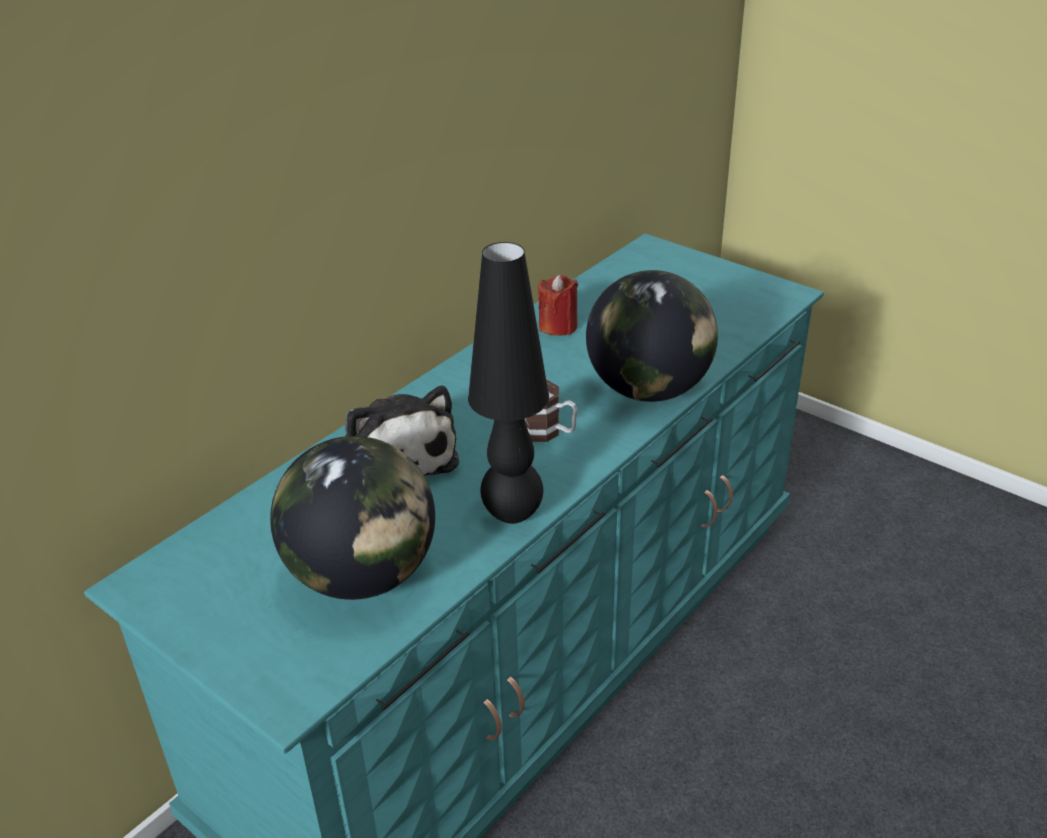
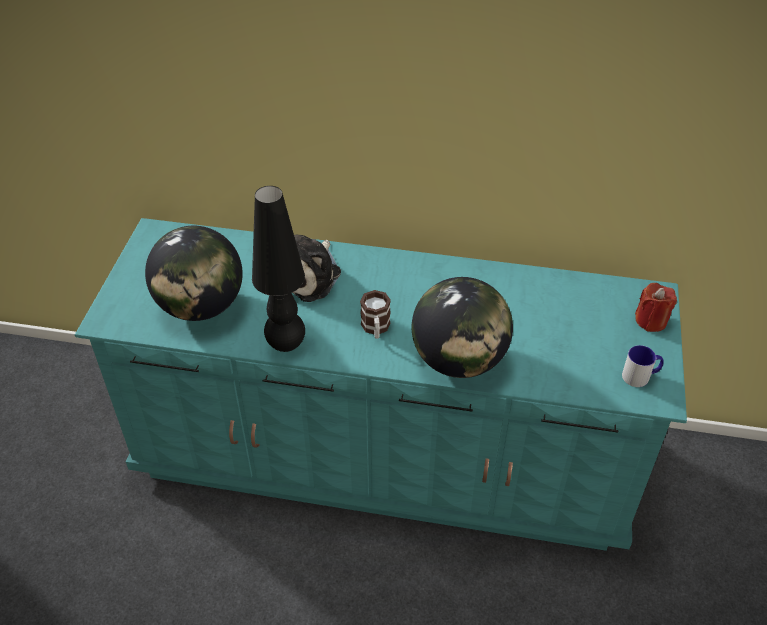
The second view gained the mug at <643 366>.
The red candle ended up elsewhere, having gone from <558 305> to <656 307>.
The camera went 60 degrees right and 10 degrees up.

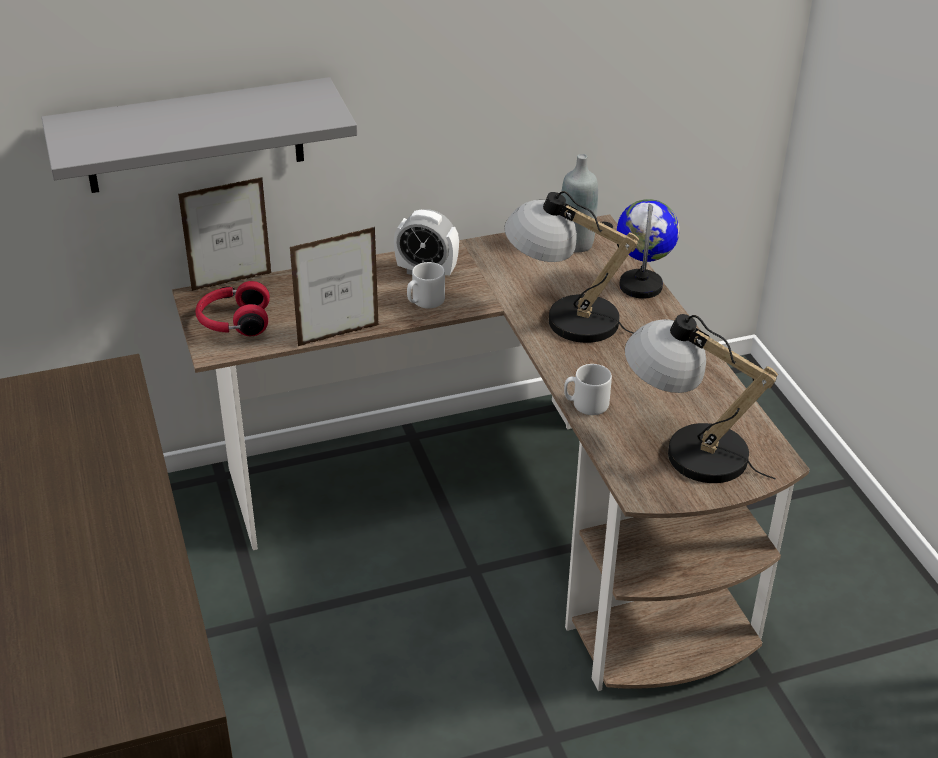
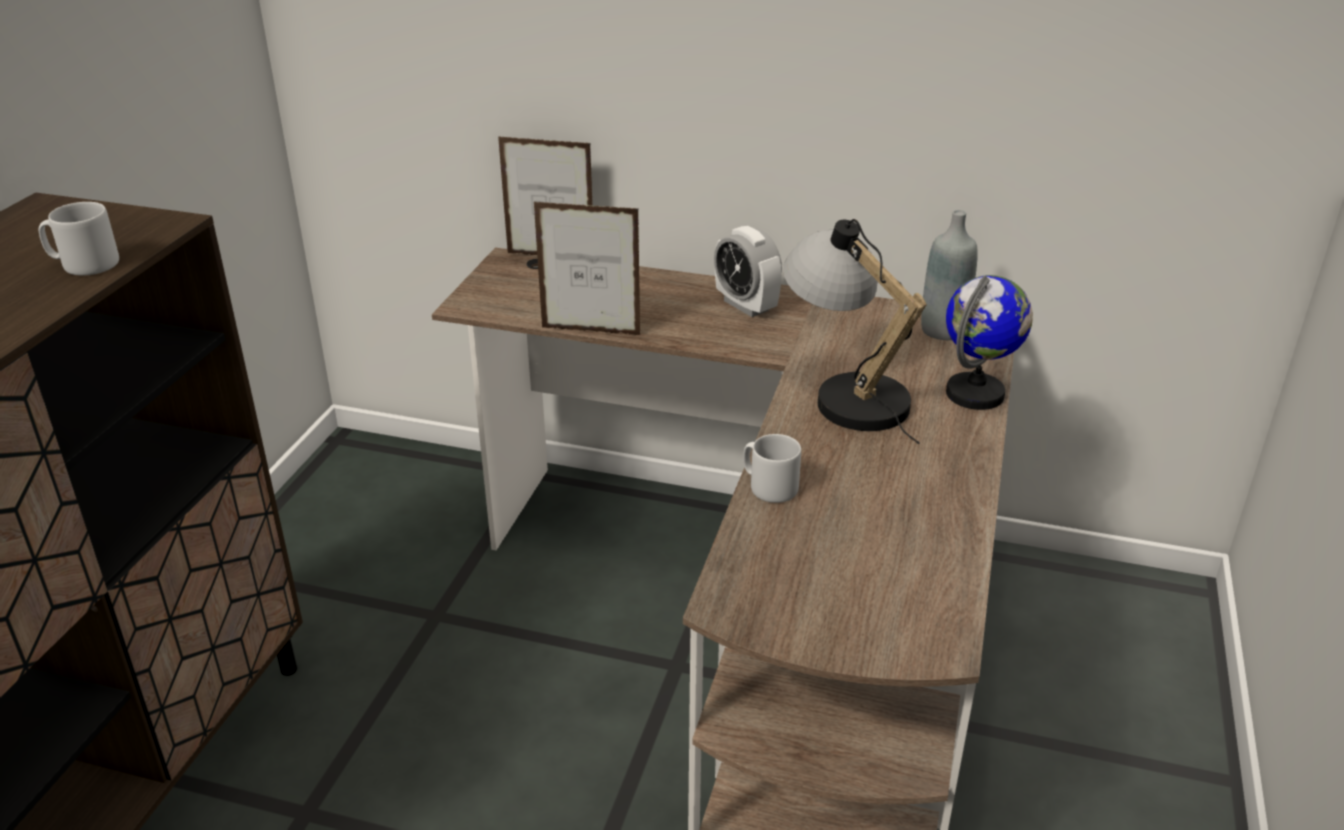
The grey mug ended up elsewhere, having gone from <426 285> to <79 239>.
The second view lost the grey shelf at <199 135>.
The second view lost the red headphones at <233 308>.
The second view lost the table lamp at <701 398>.
The camera went 35 degrees right and 5 degrees down.

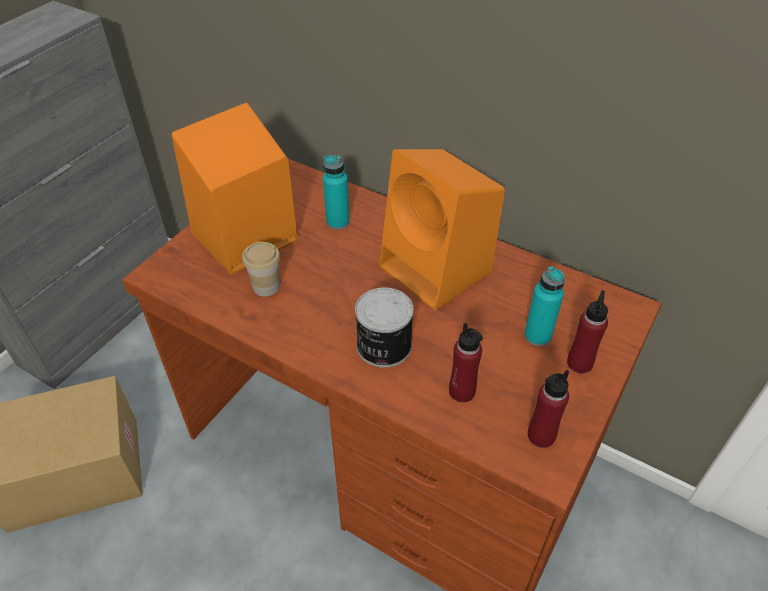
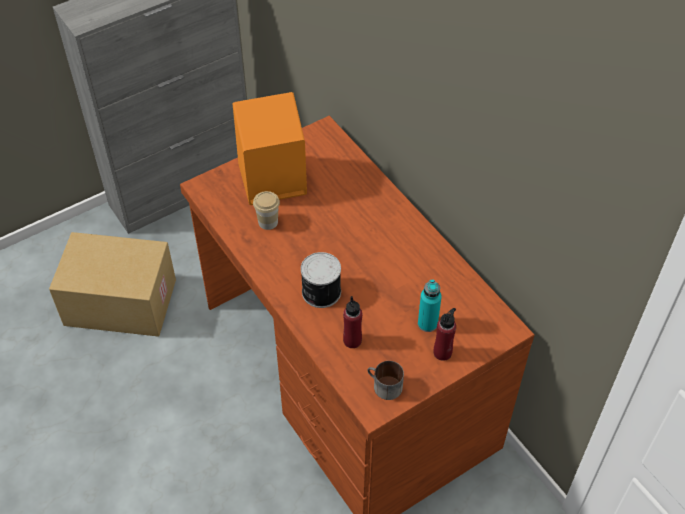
Where the red bottle stood at <548 409>, the mug came to stand at <385 380>.
The second view lost the turquoise bottle at <336 192>.
The second view lost the orange speaker at <442 230>.
The camera went 25 degrees right and 5 degrees up.

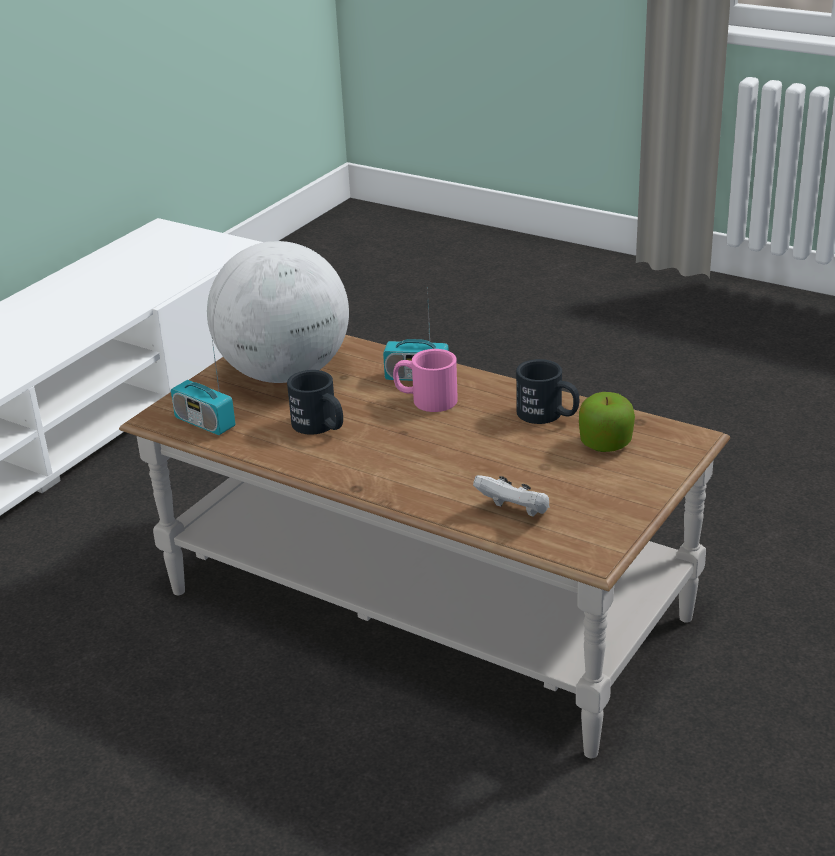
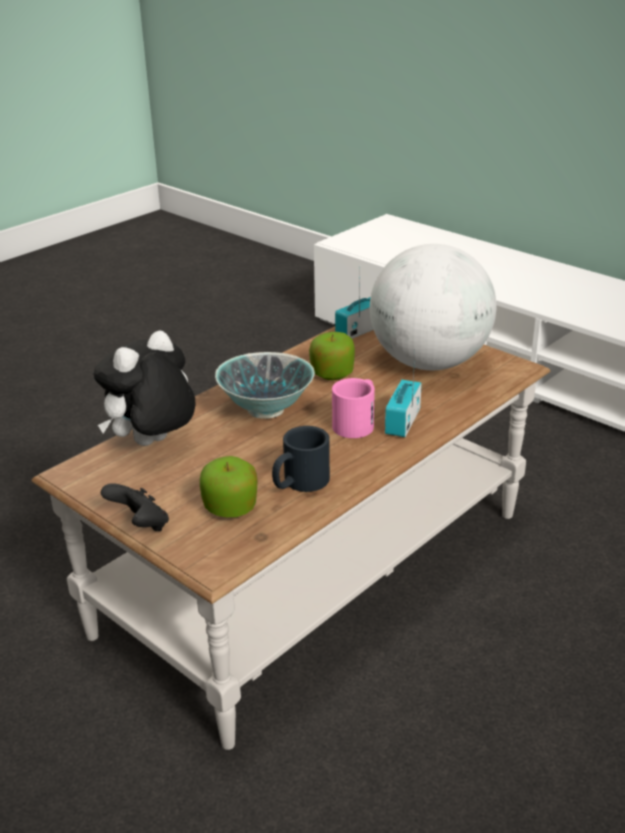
Where the white game controller stood at <511 496>, the plush toy came to stand at <144 388>.
The second view gained the black game controller at <135 507>.
The second view gained the bowl at <265 385>.
Where the black mug stood at <315 402>, the apple came to stand at <332 356>.
The camera went 100 degrees right and 0 degrees up.

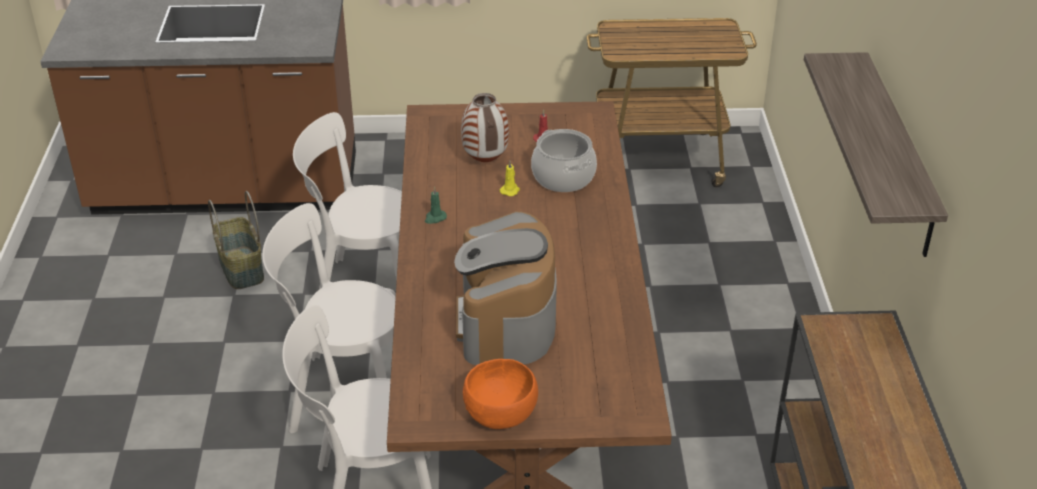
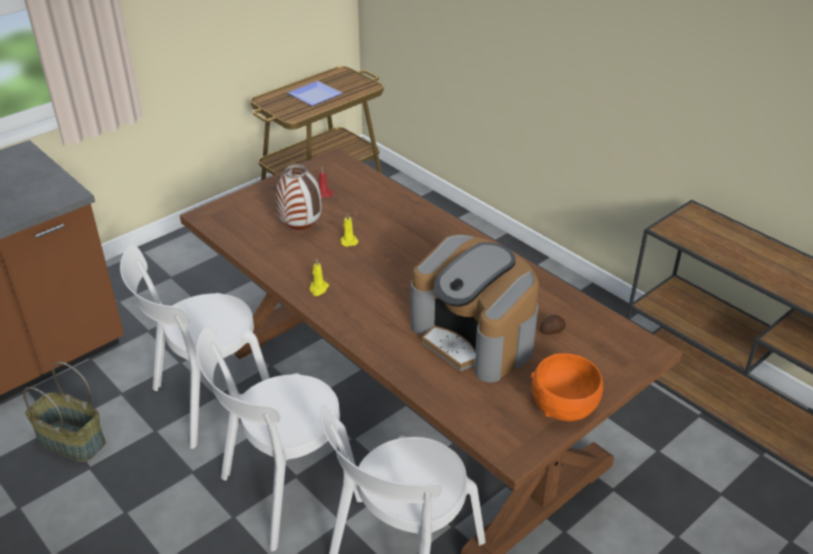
The second view gained the plate at <315 93>.
What was the green candle at <436 205> turned into the yellow candle at <319 277>.
The second view gained the potato at <553 324>.
The second view lost the cooking pot at <564 160>.
The second view lost the shelf at <876 154>.
The camera went 40 degrees left and 0 degrees up.

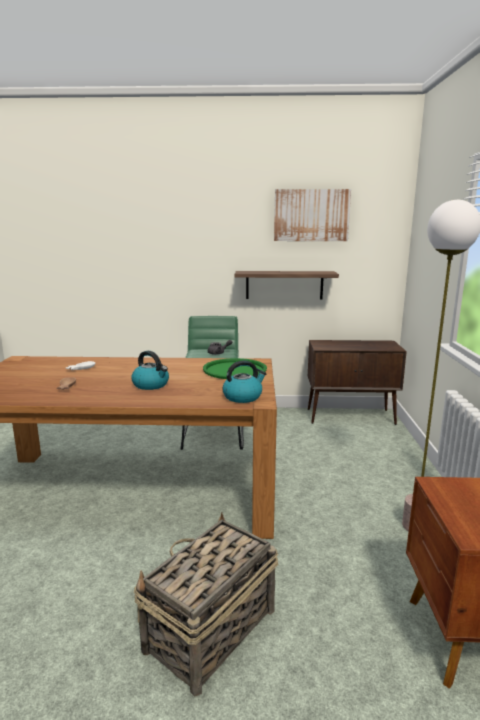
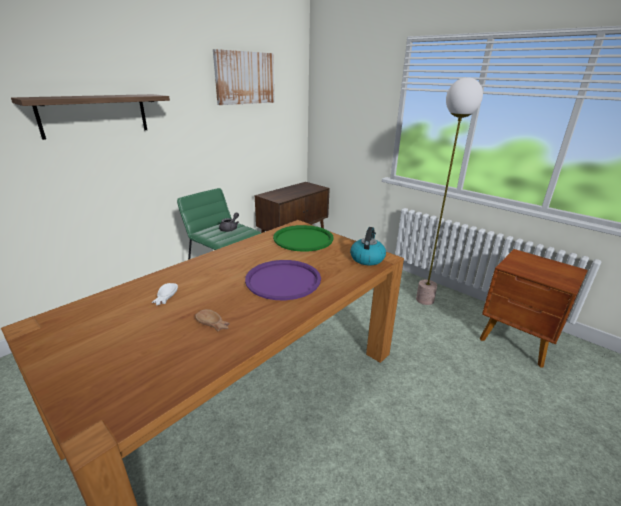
The shelf ended up elsewhere, having gone from <287 285> to <90 117>.
Where the kettle stood at <150 370>, the purple tray came to stand at <283 280>.
The second view lost the basket at <206 604>.
The camera went 50 degrees left and 10 degrees up.

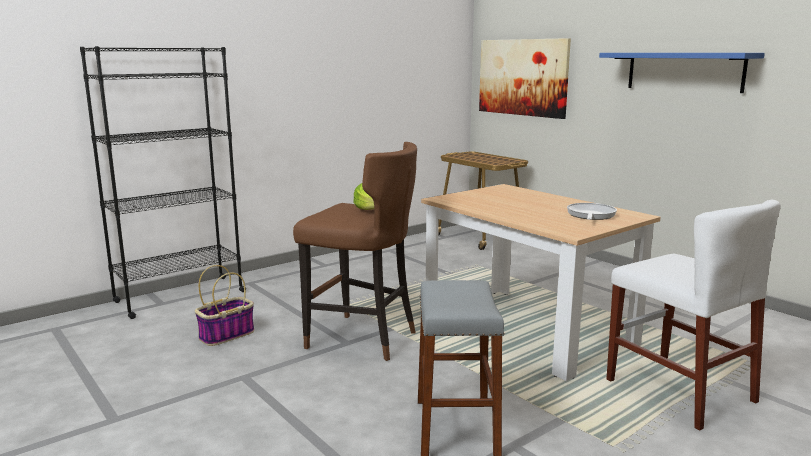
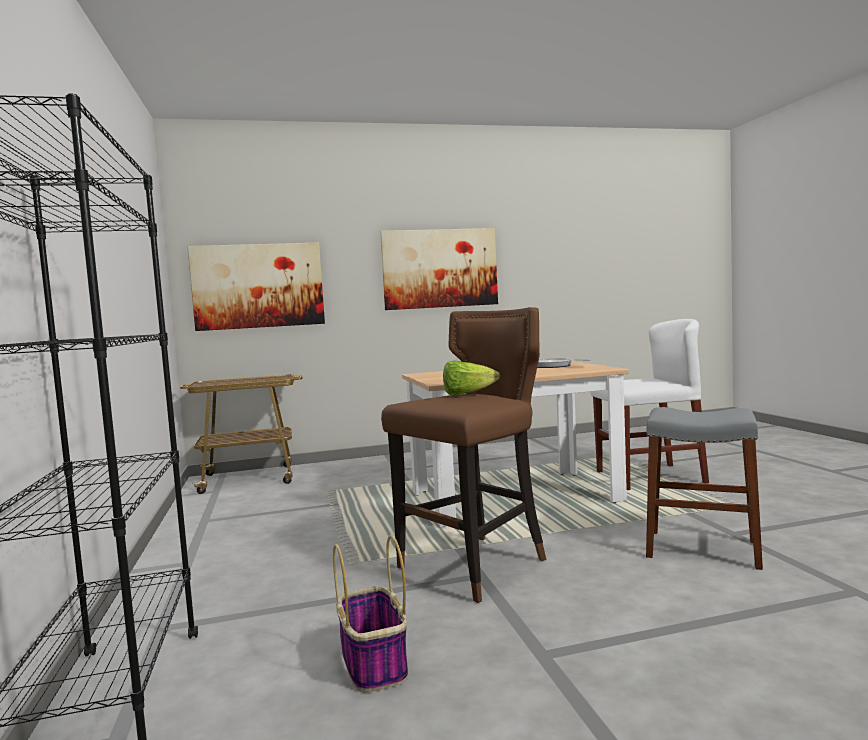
Where the blue shelf hung at <682 73>, the picture came to hang at <439 269>.
The camera went 65 degrees left and 10 degrees down.

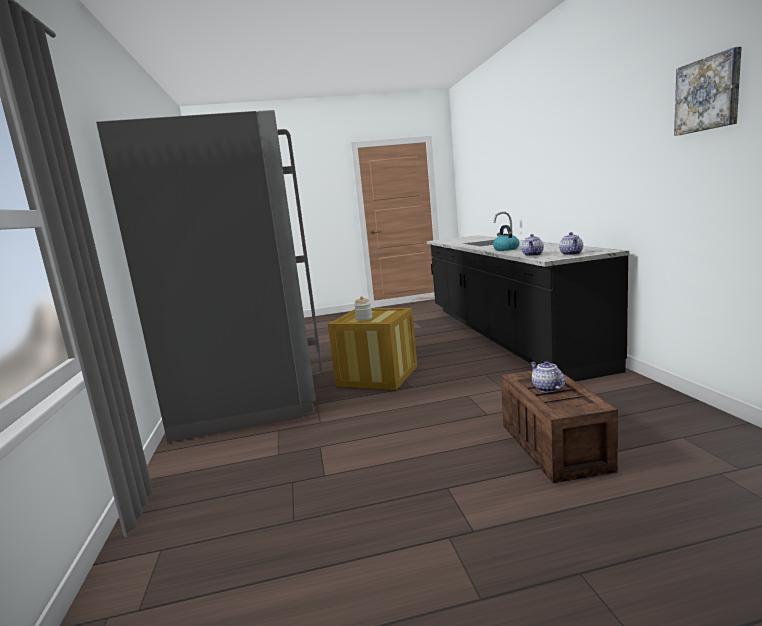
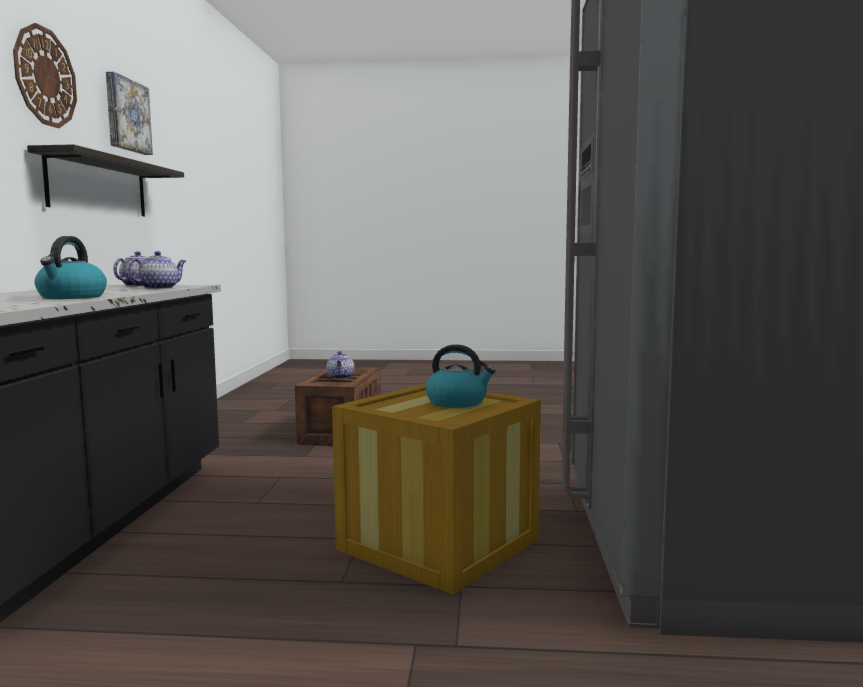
The second view gained the wall clock at <45 75>.
The second view gained the shelf at <105 180>.
Where the jar stood at <363 308>, the kettle came to stand at <460 376>.
The camera went 165 degrees left and 5 degrees down.

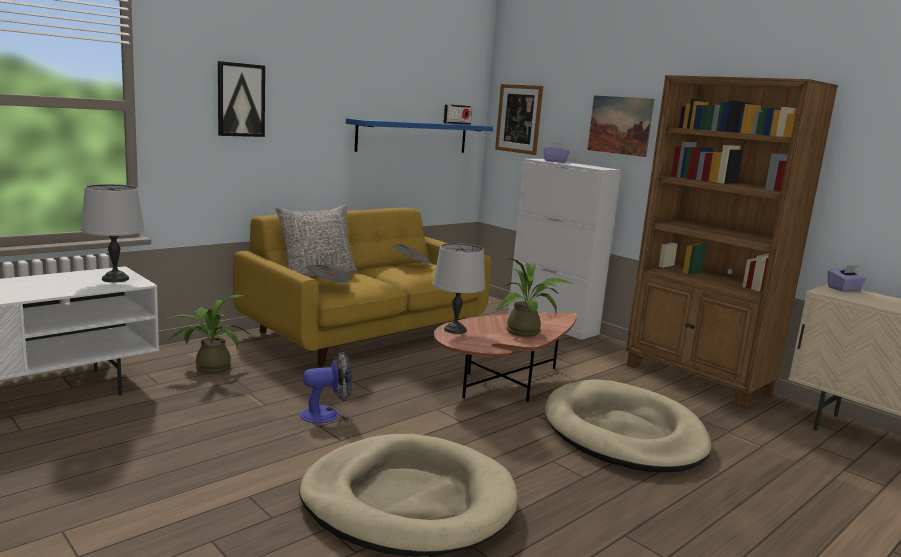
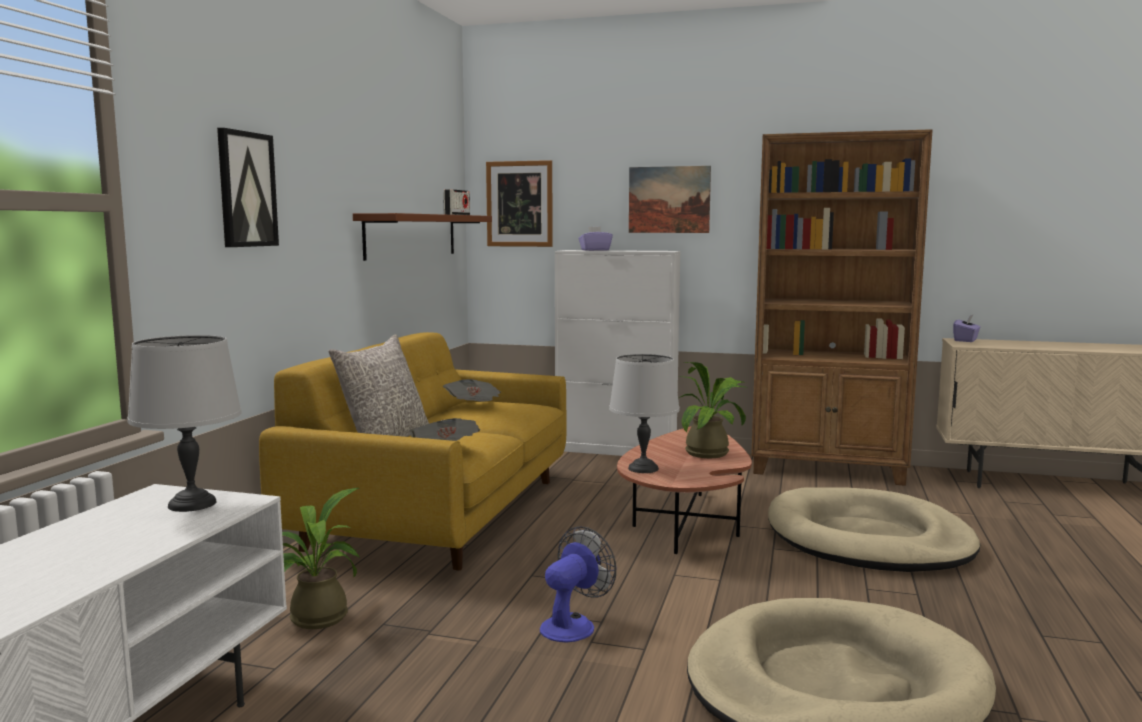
What was the blue shelf at <419 135> turned into the brown shelf at <422 237>.
The camera went 30 degrees left and 5 degrees down.

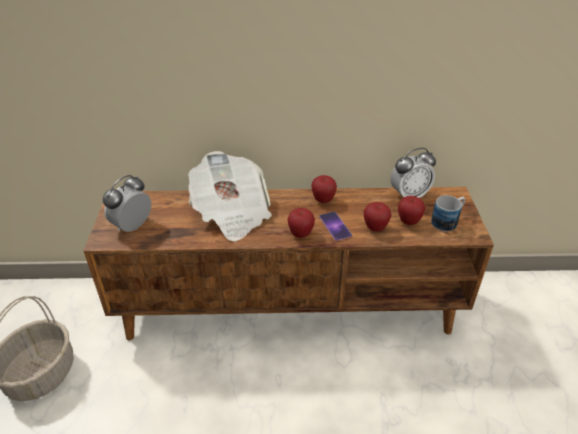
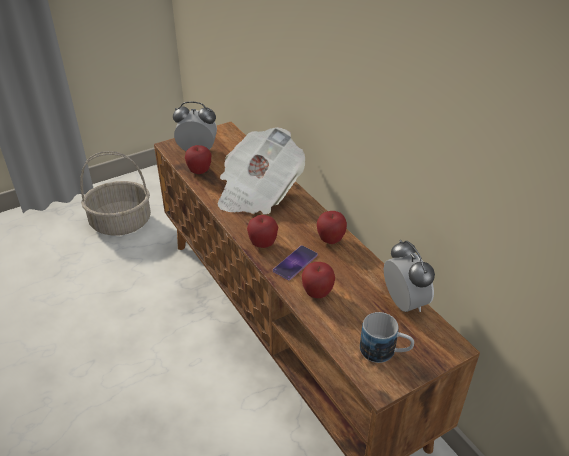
The apple ended up elsewhere, having gone from <411 210> to <198 159>.
The alarm clock at <413 173> ended up facing another way, 150 degrees counterclockwise from before.
The camera went 60 degrees right and 0 degrees up.

